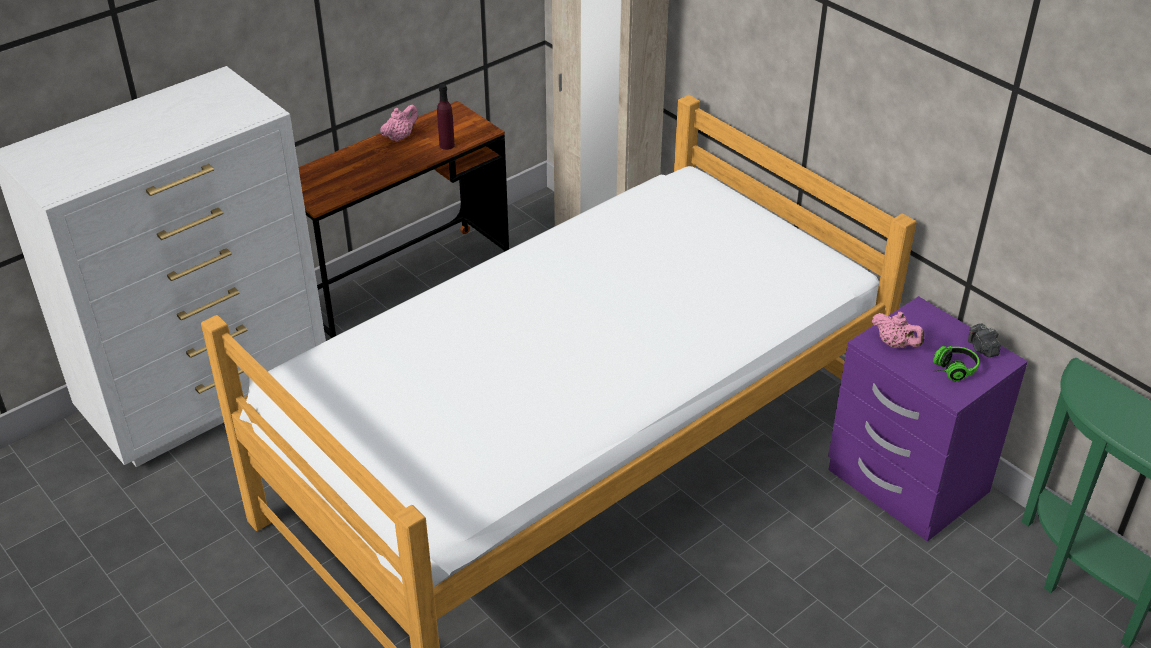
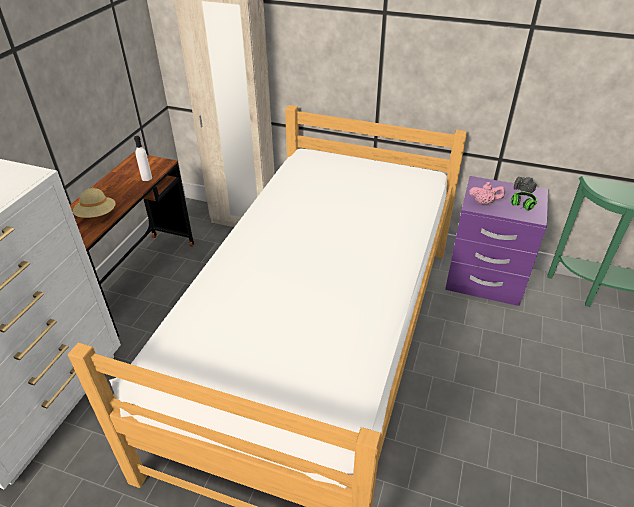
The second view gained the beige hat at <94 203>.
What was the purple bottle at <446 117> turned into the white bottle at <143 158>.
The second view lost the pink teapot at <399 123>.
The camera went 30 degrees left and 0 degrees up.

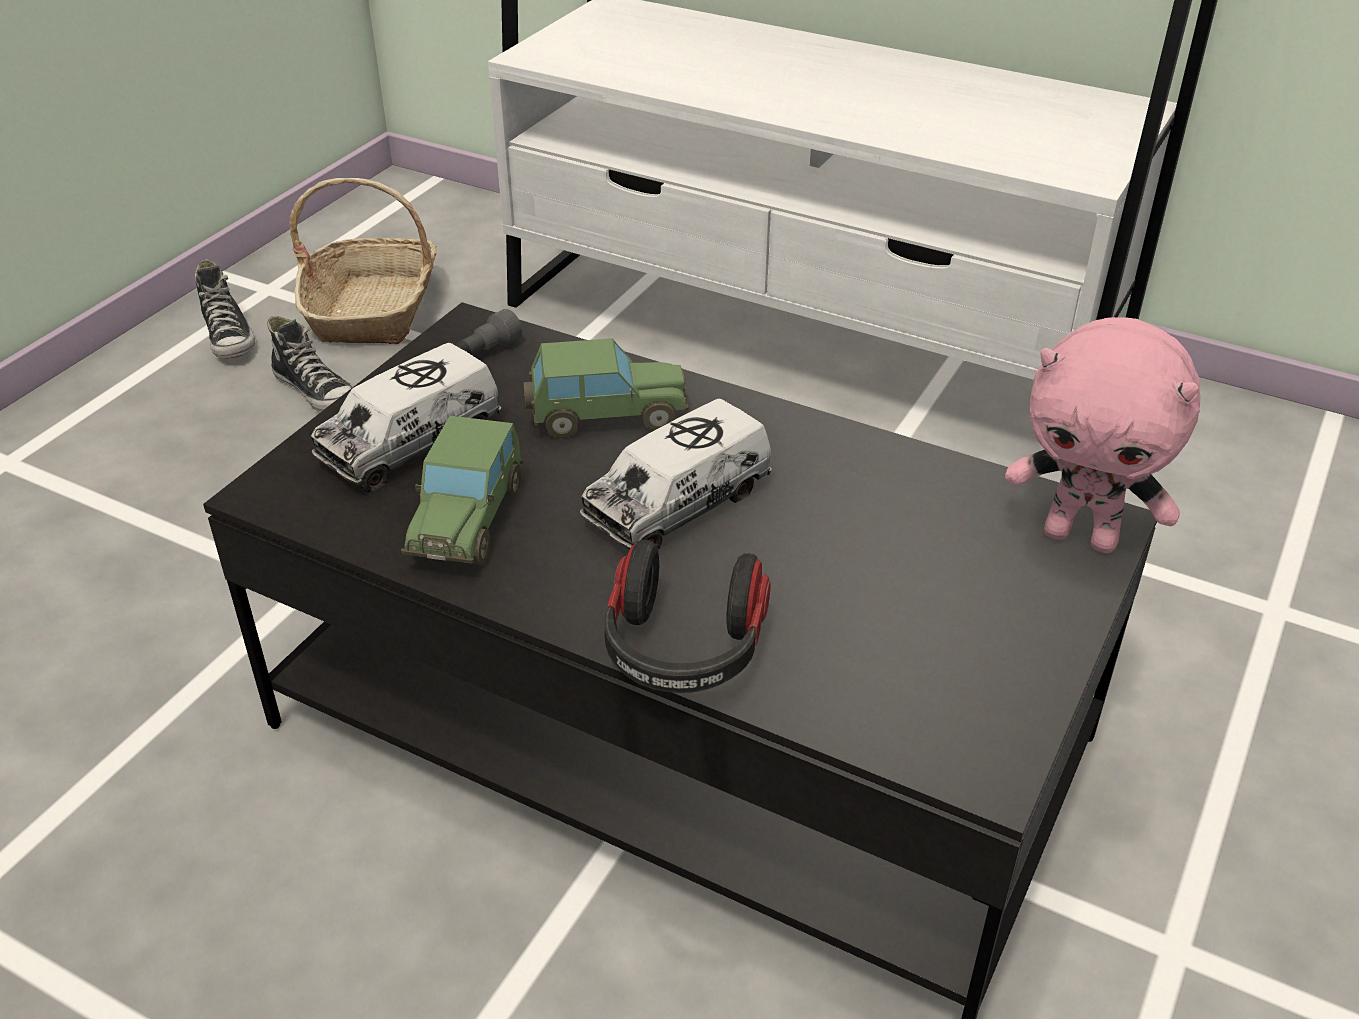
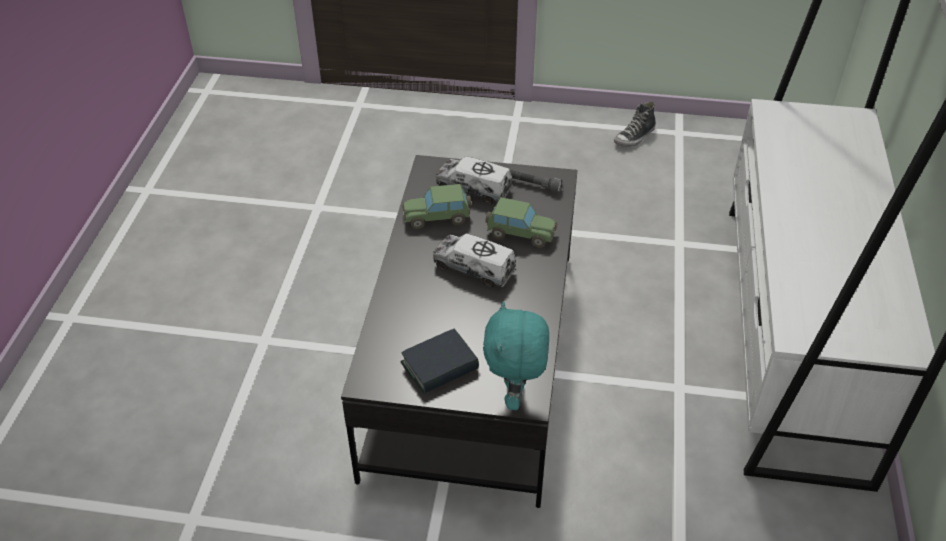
The second view gained the book at <440 361>.
What was the pink plush toy at <1102 435> turned into the turquoise plush toy at <516 355>.
The toy car at <606 388> ended up facing another way, 45 degrees counterclockwise from before.
The second view lost the shoe at <310 364>.
The second view lost the basket at <363 261>.
The second view lost the headphones at <687 616>.
The camera went 70 degrees right and 5 degrees up.

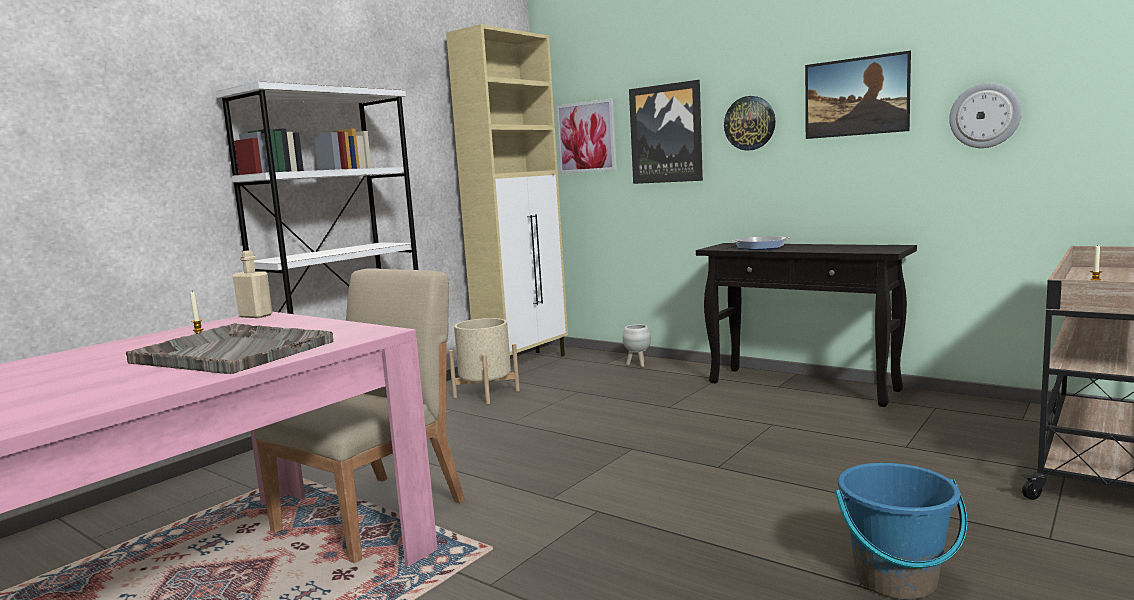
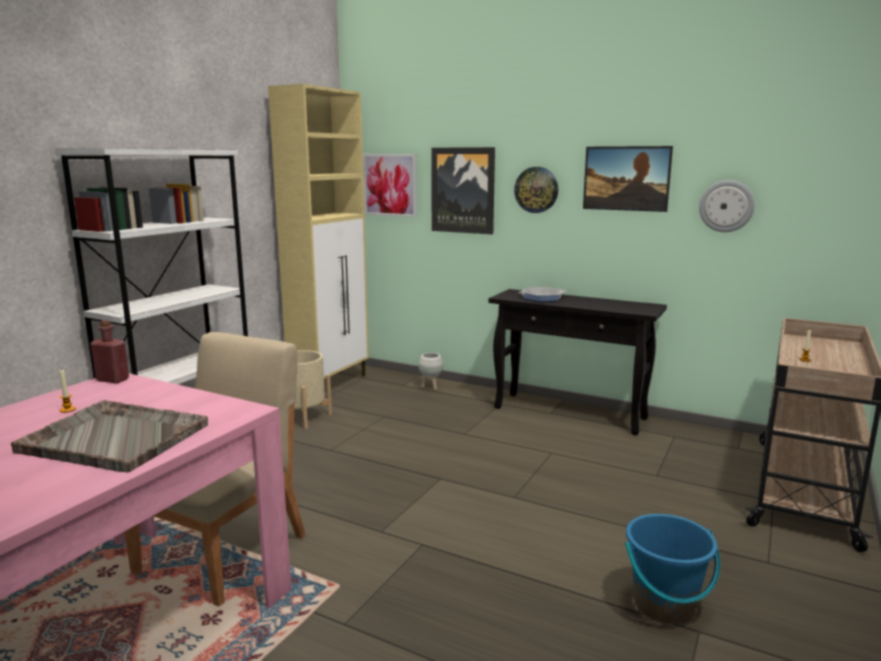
What was the beige bottle at <252 284> turned into the red bottle at <110 351>.
The camera went 10 degrees left and 5 degrees up.

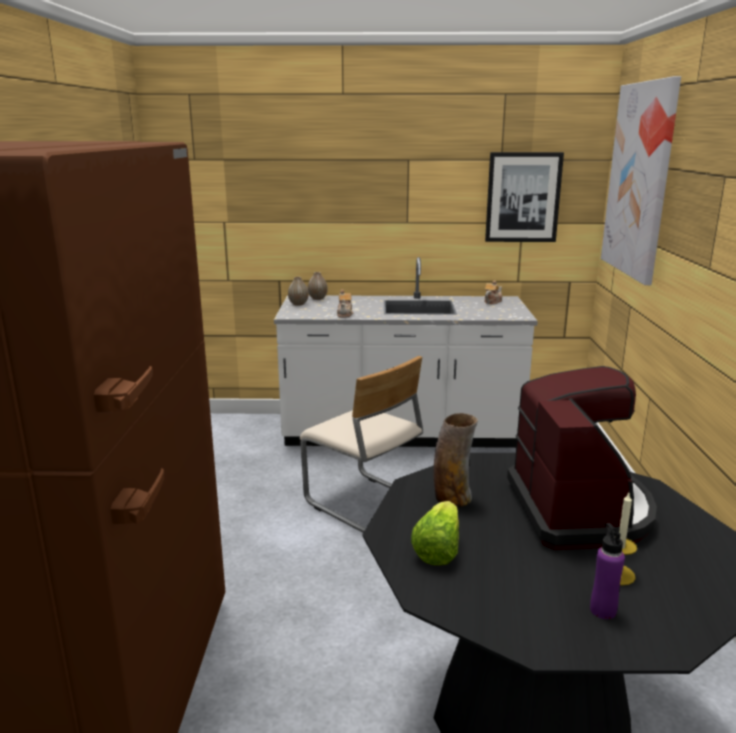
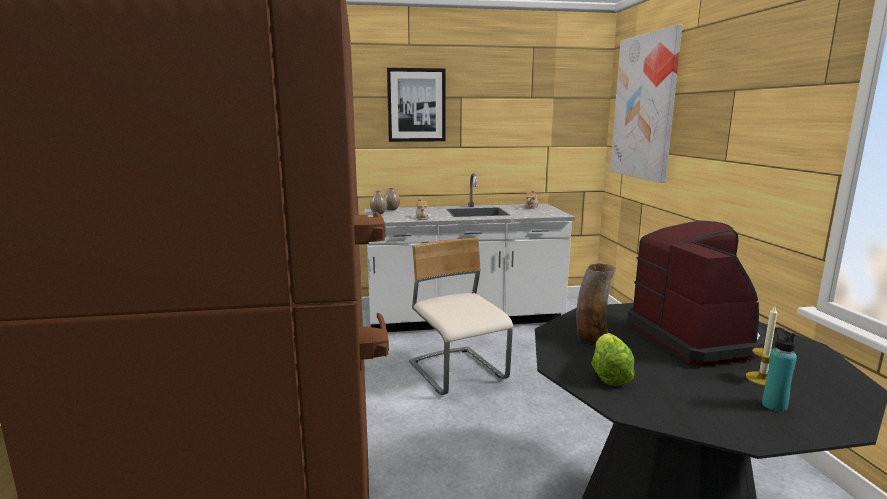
The picture ended up elsewhere, having gone from <524 197> to <416 105>.
The beige chair at <361 444> ended up facing another way, 150 degrees counterclockwise from before.
What was the purple bottle at <607 571> turned into the turquoise bottle at <779 369>.
The camera went 10 degrees left and 5 degrees down.

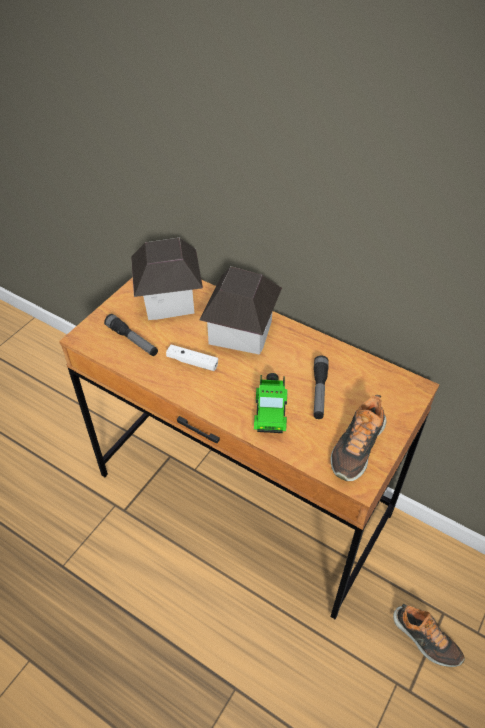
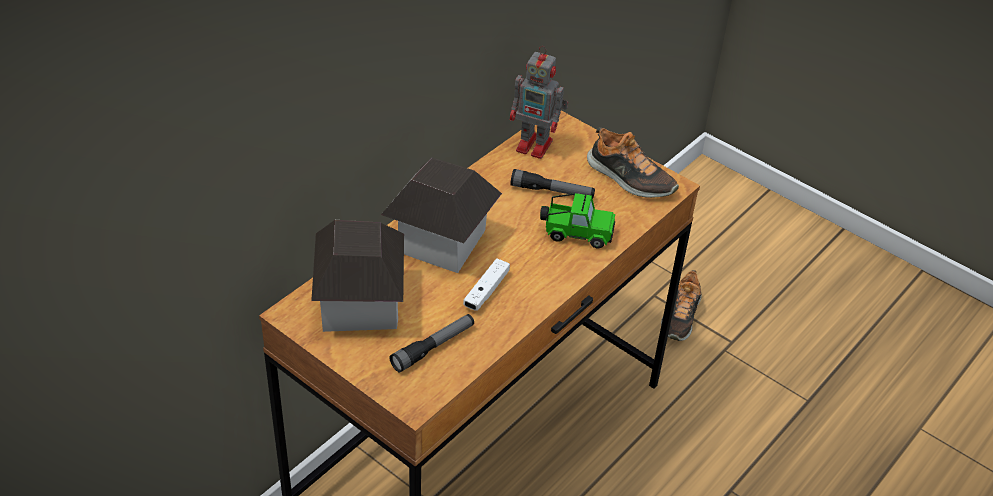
The second view gained the toy robot at <539 102>.
The shoe at <429 635> ended up facing another way, 150 degrees clockwise from before.
The camera went 85 degrees left and 5 degrees down.

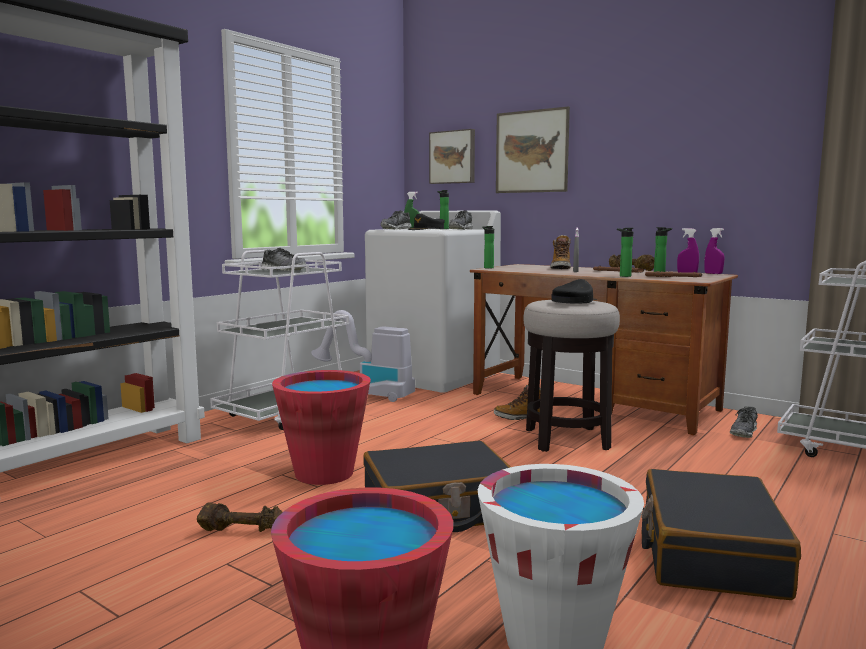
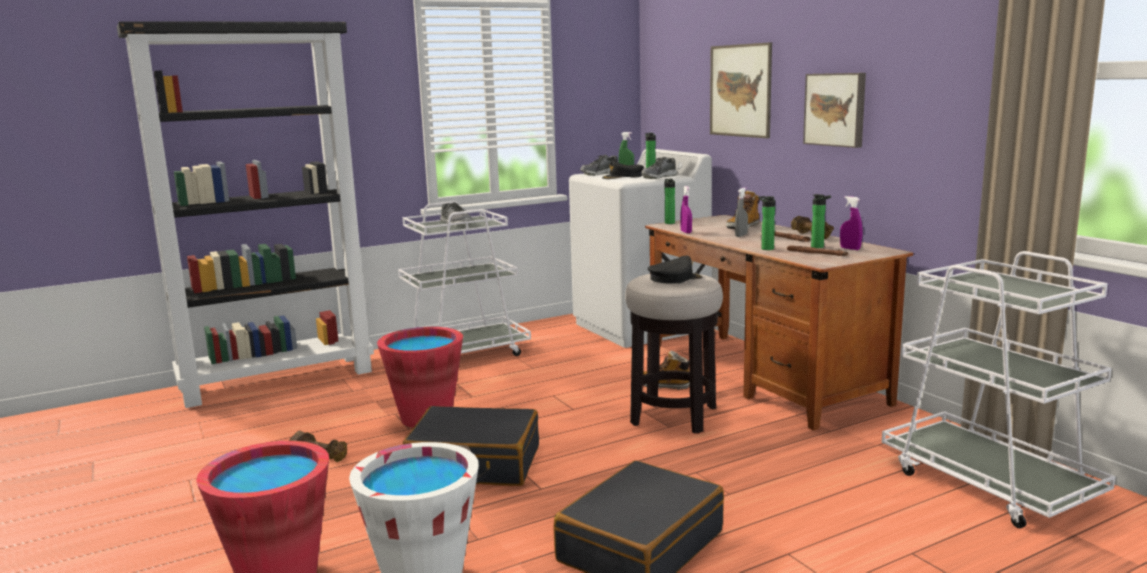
The purple spray bottle ended up elsewhere, having gone from <714 251> to <686 209>.
The picture ended up elsewhere, having gone from <452 156> to <834 110>.
The second view lost the vacuum cleaner at <363 356>.
The second view lost the shoe at <744 422>.
The camera went 25 degrees right and 5 degrees up.

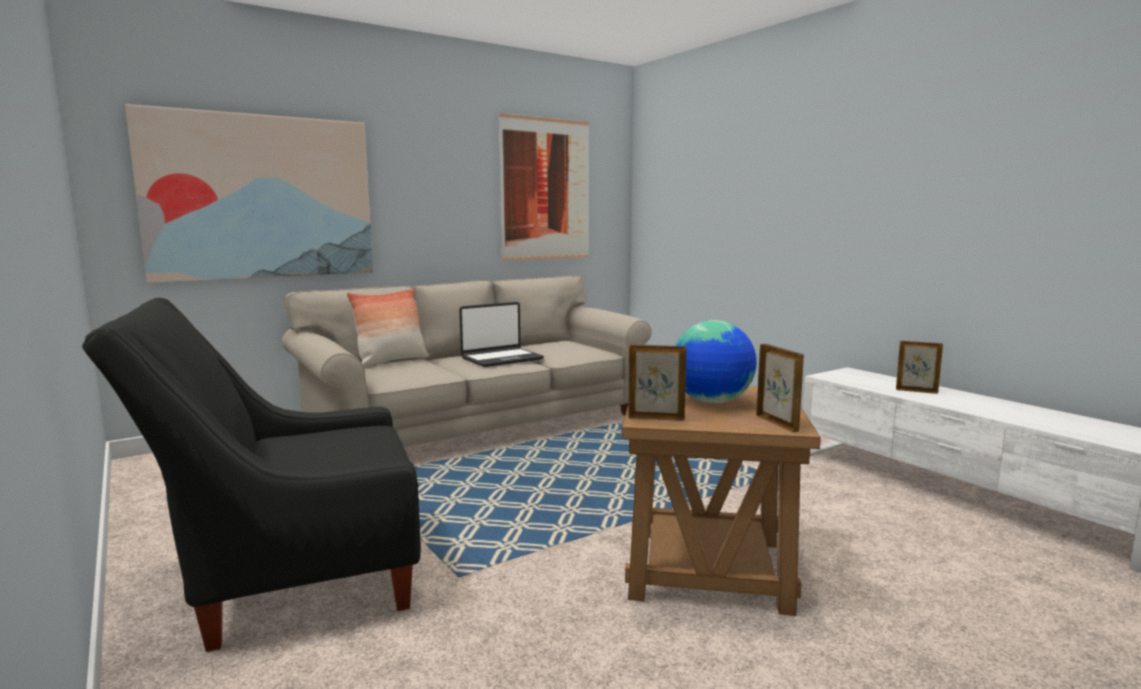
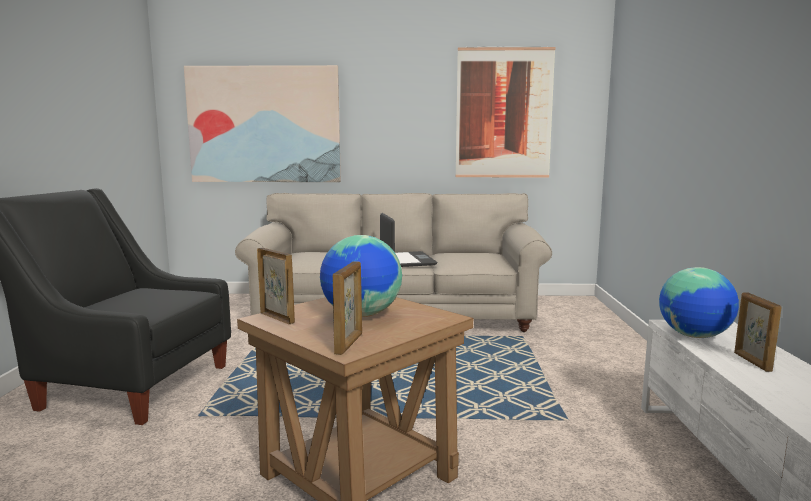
The laptop at <501 334> ended up facing another way, 105 degrees counterclockwise from before.
The second view gained the globe at <699 302>.
The picture frame at <919 367> ended up facing another way, 150 degrees counterclockwise from before.
The second view lost the pillow at <388 328>.
The camera went 35 degrees right and 0 degrees up.

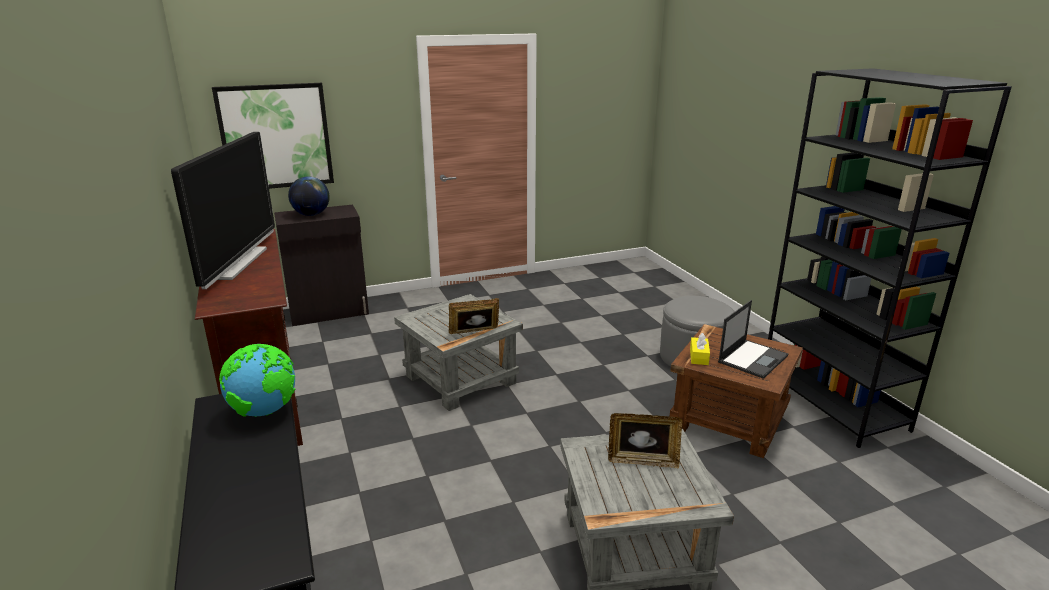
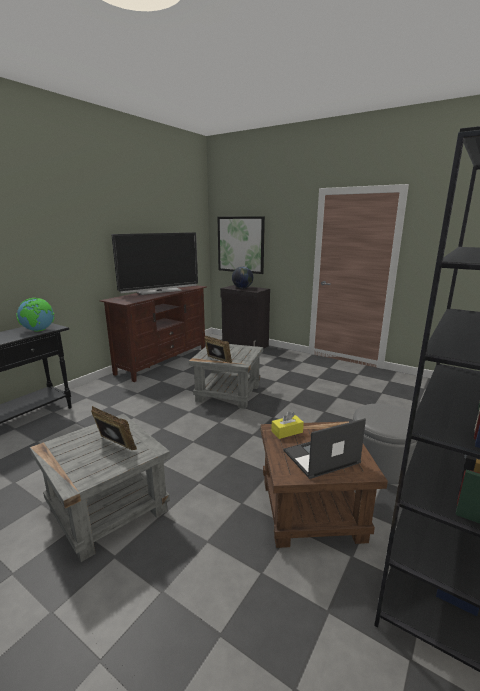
The picture frame at <645 440> ended up facing another way, 150 degrees clockwise from before.
The laptop at <753 339> ended up facing another way, 150 degrees clockwise from before.
The camera went 55 degrees right and 5 degrees down.

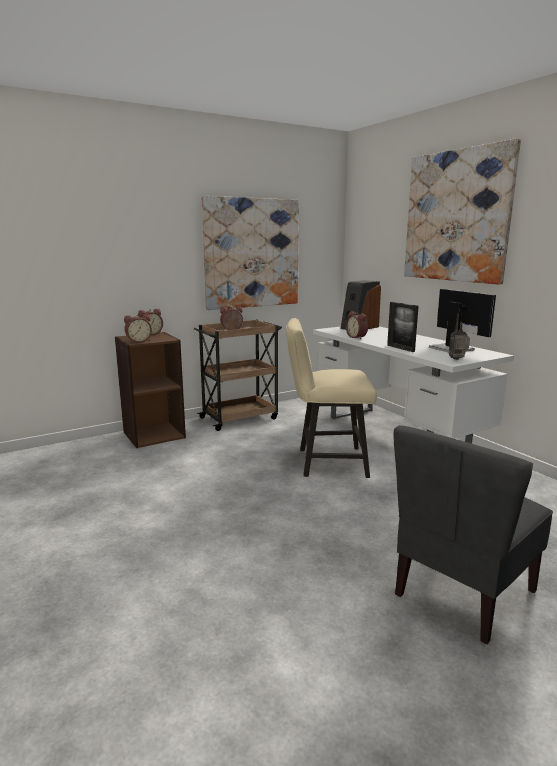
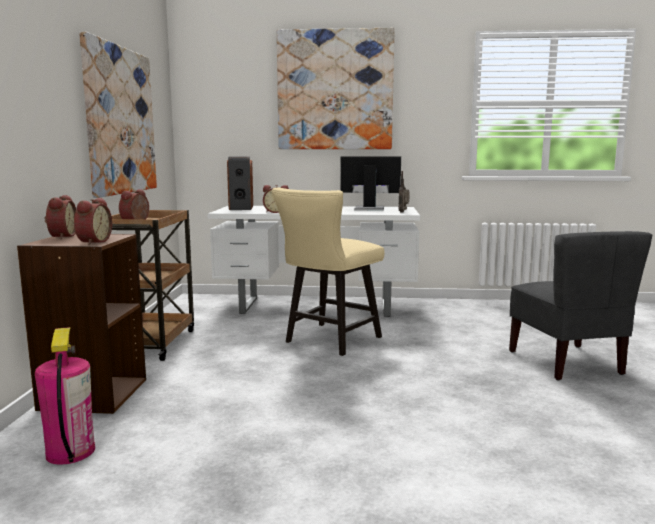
The second view gained the fire extinguisher at <65 396>.
The second view lost the picture frame at <403 327>.
The camera went 55 degrees left and 5 degrees down.

